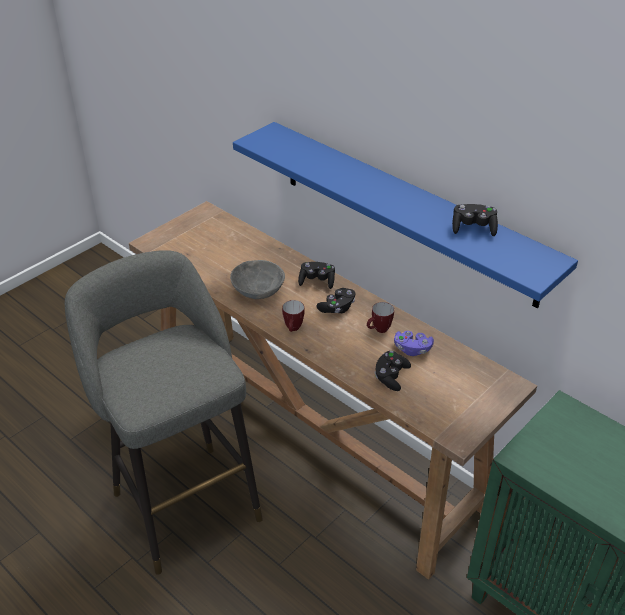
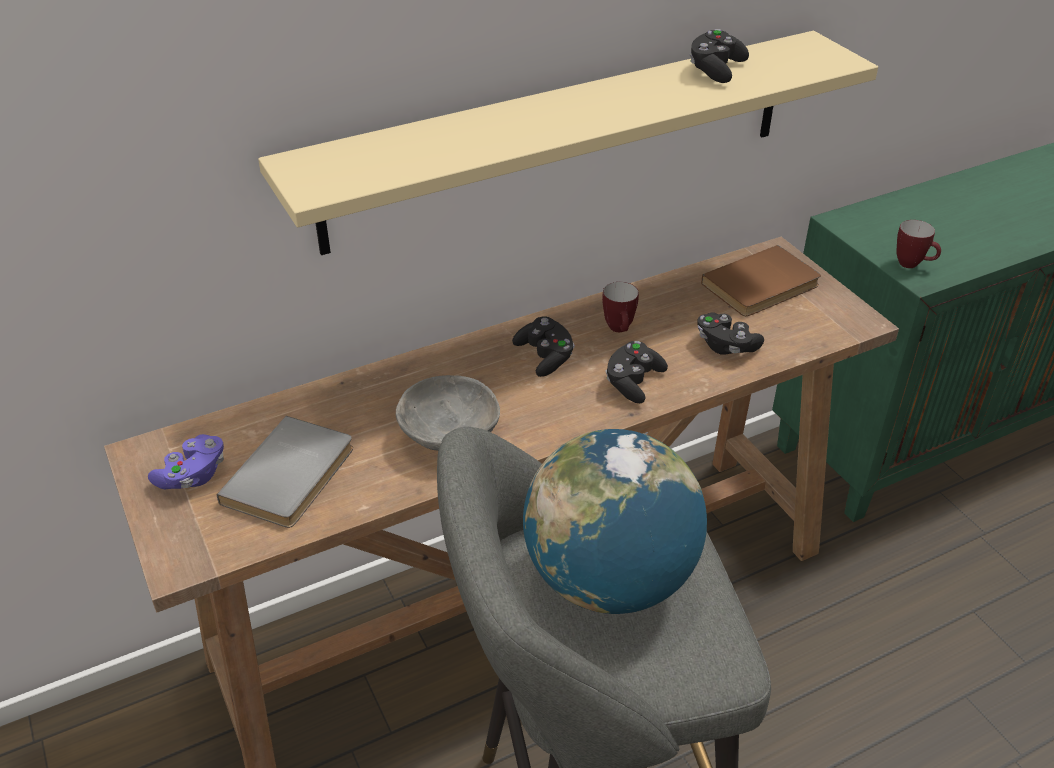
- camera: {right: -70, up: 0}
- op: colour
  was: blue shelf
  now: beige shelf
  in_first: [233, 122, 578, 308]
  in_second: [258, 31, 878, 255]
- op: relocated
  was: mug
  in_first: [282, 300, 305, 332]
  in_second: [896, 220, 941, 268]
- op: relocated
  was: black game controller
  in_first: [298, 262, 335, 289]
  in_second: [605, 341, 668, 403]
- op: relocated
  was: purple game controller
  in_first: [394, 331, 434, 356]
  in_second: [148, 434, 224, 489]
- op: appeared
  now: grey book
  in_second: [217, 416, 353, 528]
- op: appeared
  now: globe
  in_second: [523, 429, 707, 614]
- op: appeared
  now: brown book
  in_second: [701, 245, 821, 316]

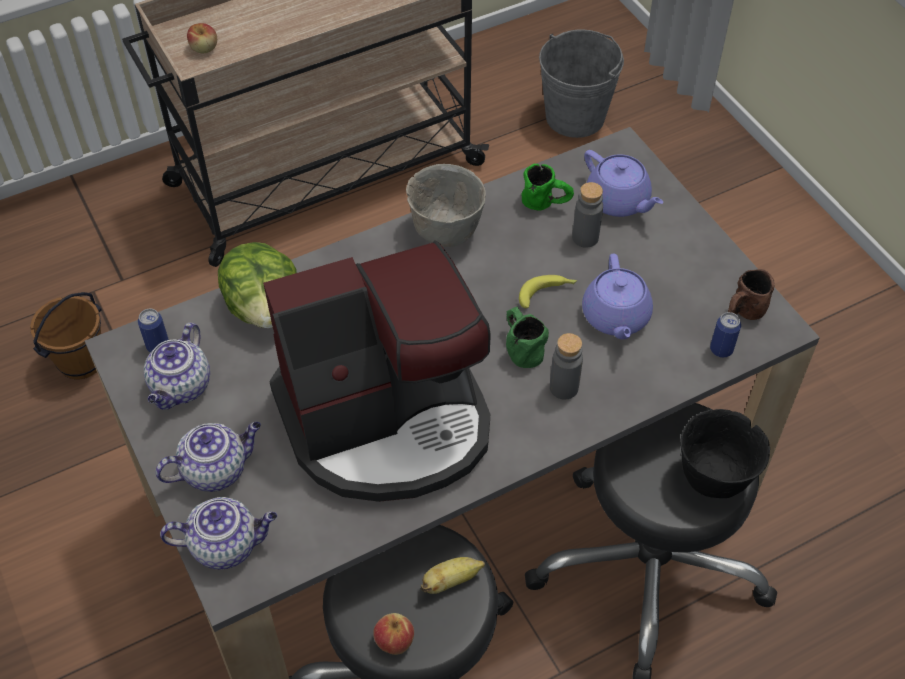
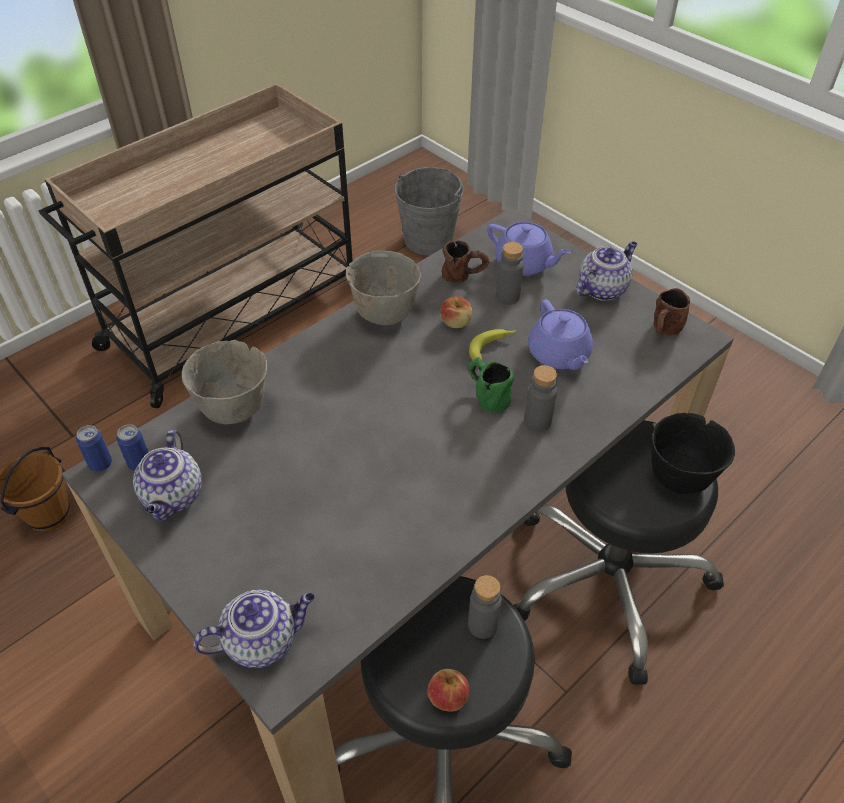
- camera: {right: -15, up: -5}
- op: relocated
  was: teapot
  in_first: [155, 422, 261, 492]
  in_second: [576, 241, 637, 301]
- op: relocated
  was: apple
  in_first: [187, 23, 217, 53]
  in_second: [441, 296, 472, 328]
- op: exchanged
  was: lettuce
  now: grey bowl
  in_first: [218, 242, 297, 328]
  in_second: [182, 340, 267, 424]
- op: missing
  was: coffee machine
  in_first: [263, 241, 491, 502]
- op: exchanged
  was: banana
  now: grey bottle
  in_first: [421, 557, 485, 594]
  in_second: [468, 575, 501, 639]
- op: colour
  was: green mug
  now: brown mug
  in_first: [521, 164, 574, 211]
  in_second: [442, 240, 489, 283]
- op: relocated
  was: can
  in_first: [710, 312, 741, 358]
  in_second: [76, 425, 112, 472]

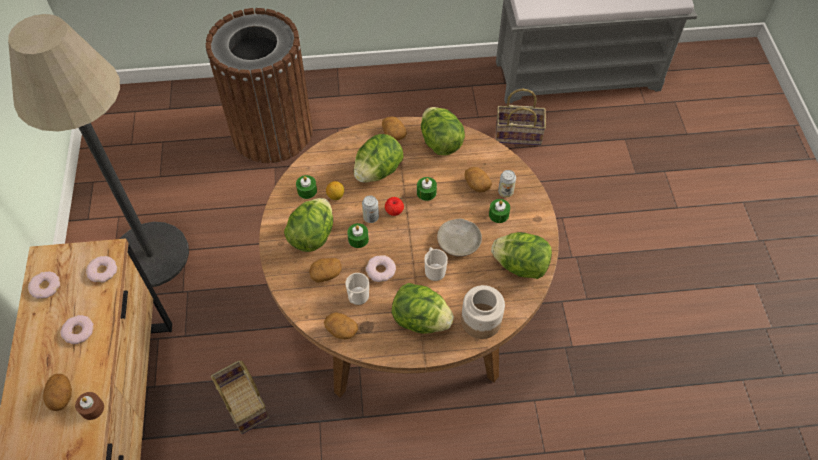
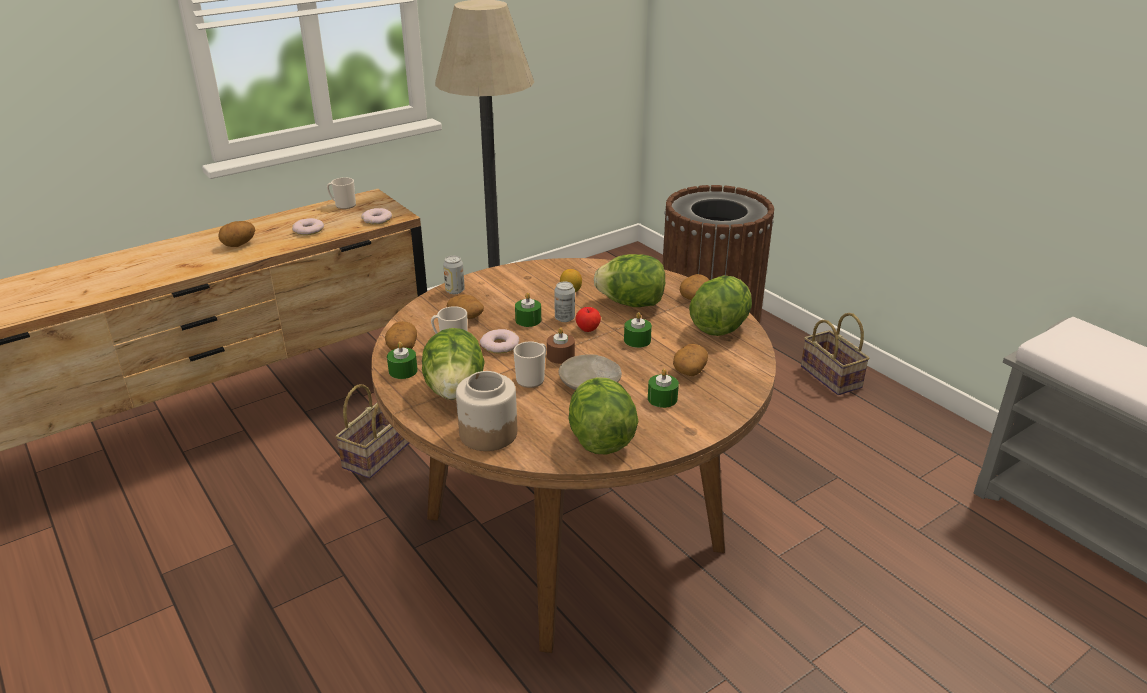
- camera: {right: 60, up: -25}
- op: exchanged
  was: donut
  now: mug
  in_first: [28, 272, 60, 299]
  in_second: [327, 177, 356, 209]
- op: relocated
  was: brown candle
  in_first: [75, 392, 104, 420]
  in_second: [547, 327, 575, 364]
- op: missing
  was: lettuce
  in_first: [284, 198, 333, 252]
- op: relocated
  was: green candle
  in_first: [296, 175, 317, 199]
  in_second: [387, 342, 418, 379]
- op: relocated
  was: basket
  in_first: [496, 88, 546, 145]
  in_second: [801, 313, 870, 395]
- op: relocated
  was: can
  in_first: [498, 170, 516, 197]
  in_second: [443, 256, 465, 294]

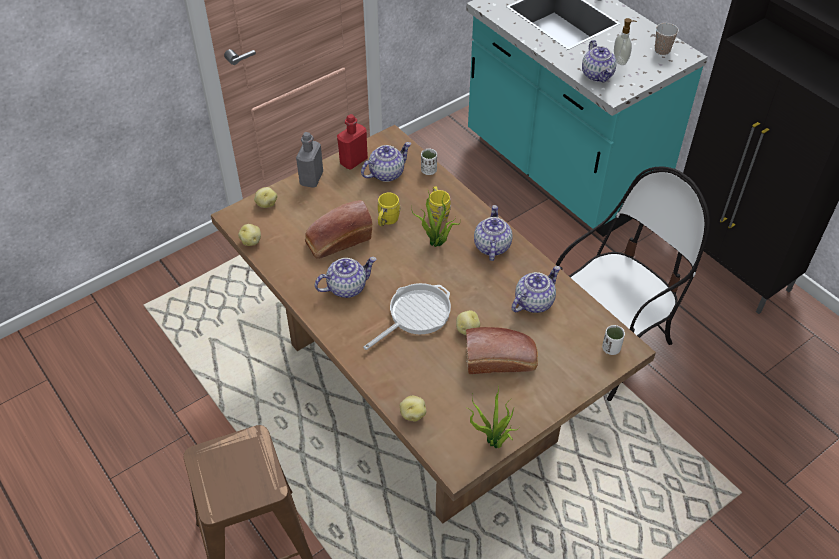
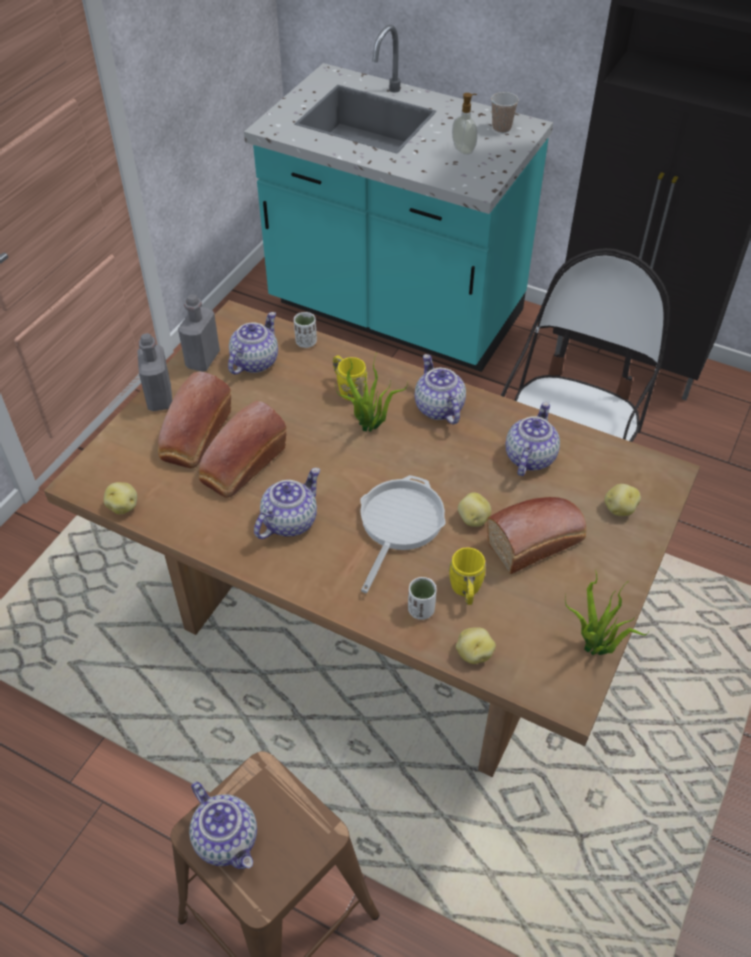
- camera: {right: -25, up: 0}
- op: relocated
  was: potato
  in_first: [254, 187, 277, 208]
  in_second: [604, 484, 641, 516]
- op: colour
  was: red bottle
  now: grey bottle
  in_first: [337, 114, 368, 170]
  in_second: [178, 294, 220, 371]
- op: relocated
  was: yellow mug
  in_first: [378, 193, 401, 226]
  in_second: [449, 547, 486, 605]
- op: relocated
  was: teapot
  in_first: [582, 40, 617, 83]
  in_second: [189, 781, 257, 869]
- op: relocated
  was: white cup
  in_first: [602, 325, 625, 355]
  in_second: [408, 577, 437, 620]
- op: appeared
  now: bread
  in_second: [158, 371, 231, 468]

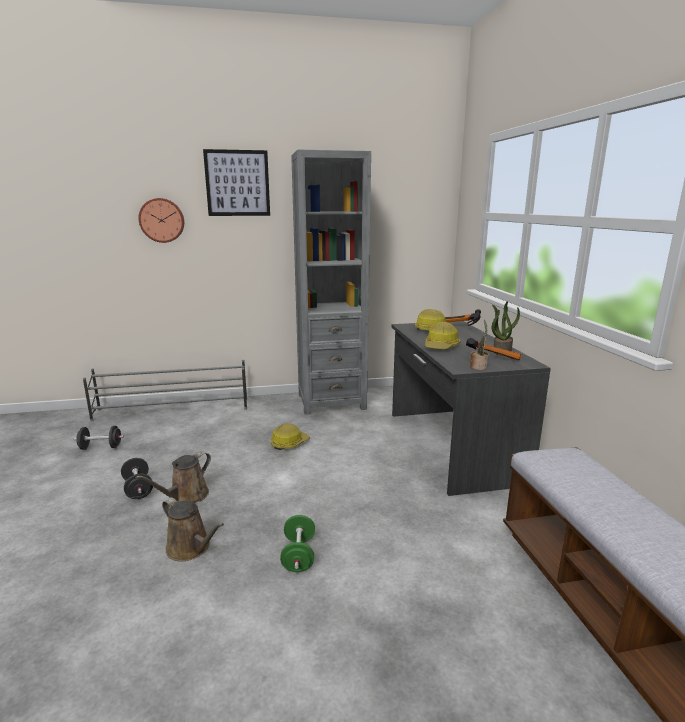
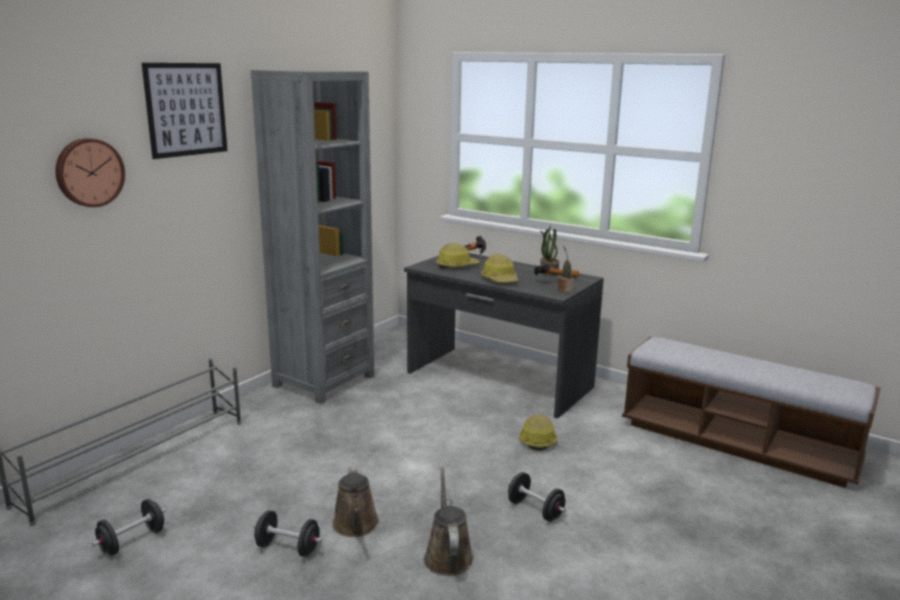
- camera: {right: -45, up: 0}
- op: spun
  was: brown watering can
  in_first: [162, 497, 224, 561]
  in_second: [424, 466, 473, 576]
  clockwise: -90
- op: relocated
  was: hard hat
  in_first: [270, 423, 310, 450]
  in_second: [519, 415, 557, 450]
- op: colour
  was: green dumbbell
  now: black dumbbell
  in_first: [280, 515, 315, 572]
  in_second: [508, 472, 566, 522]

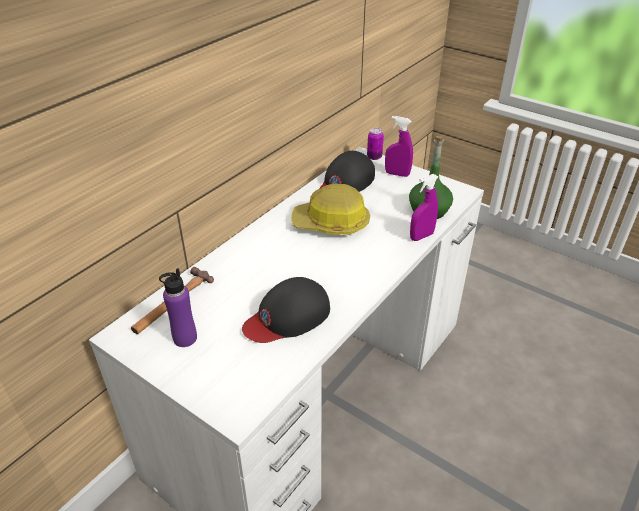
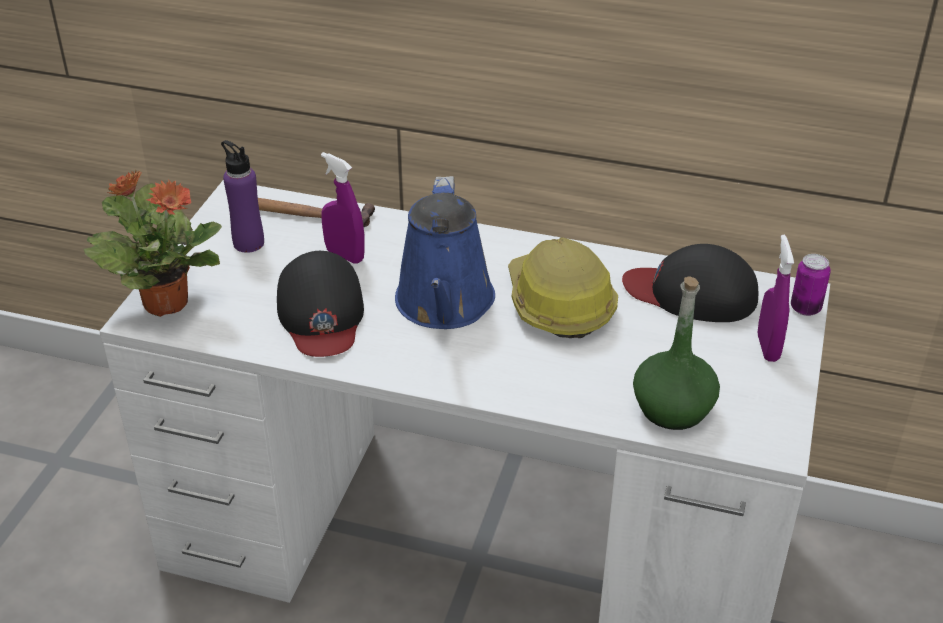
- camera: {right: 70, up: 0}
- op: spun
  was: black cap
  in_first: [242, 277, 330, 343]
  in_second: [277, 251, 364, 357]
  clockwise: -135
- op: relocated
  was: purple spray bottle
  in_first: [410, 174, 438, 241]
  in_second: [321, 152, 365, 264]
- op: appeared
  now: potted plant
  in_second: [84, 170, 222, 317]
- op: appeared
  now: blue watering can
  in_second: [395, 176, 495, 329]

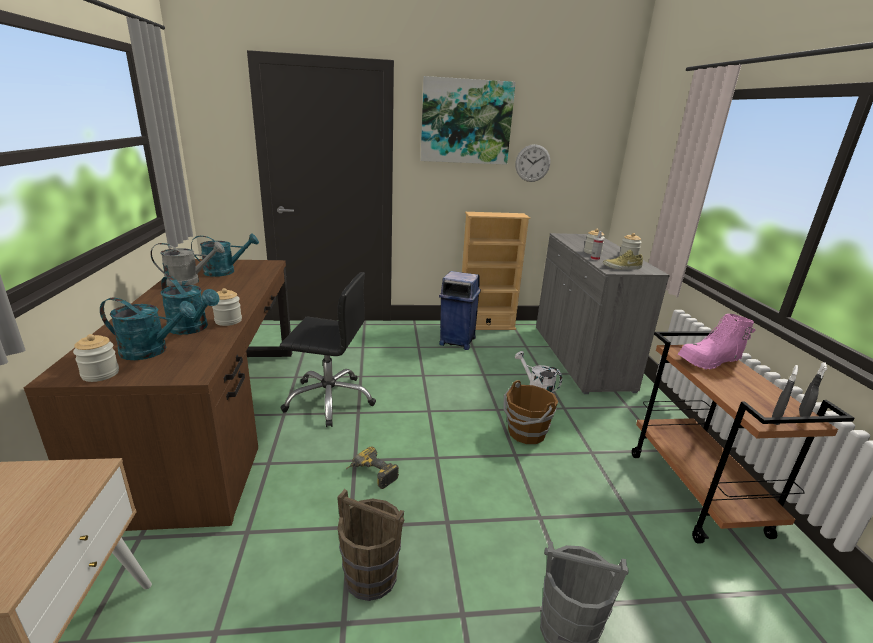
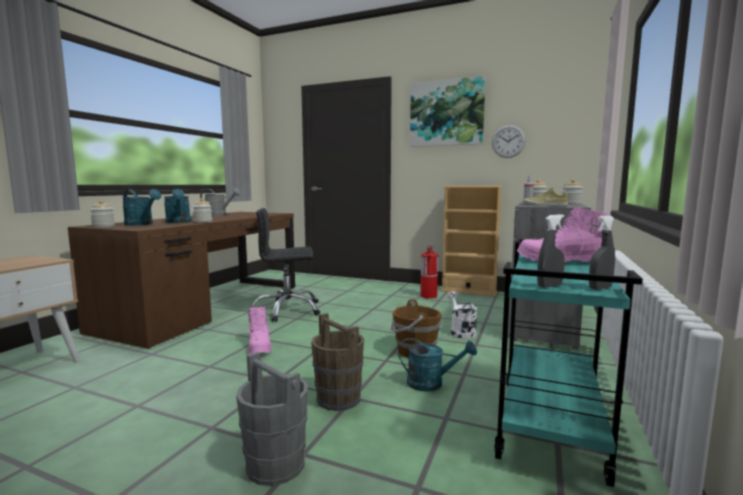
- camera: {right: 30, up: -15}
- op: relocated
  was: turquoise watering can
  in_first: [191, 234, 259, 277]
  in_second: [398, 338, 477, 392]
- op: spun
  was: black office chair
  in_first: [280, 272, 376, 427]
  in_second: [250, 208, 320, 322]
  clockwise: 135
- op: relocated
  was: brown bucket
  in_first: [337, 489, 404, 601]
  in_second: [311, 313, 364, 411]
- op: exchanged
  was: power drill
  now: pink boot
  in_first: [346, 447, 399, 489]
  in_second: [248, 306, 272, 355]
- op: exchanged
  was: blue trash can
  now: fire extinguisher
  in_first: [439, 271, 481, 350]
  in_second: [420, 246, 438, 299]
- op: colour
  was: brown cart
  now: turquoise cart
  in_first: [632, 332, 854, 544]
  in_second: [494, 239, 643, 487]

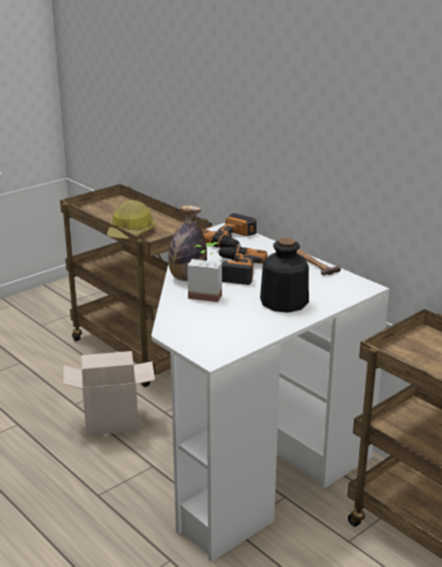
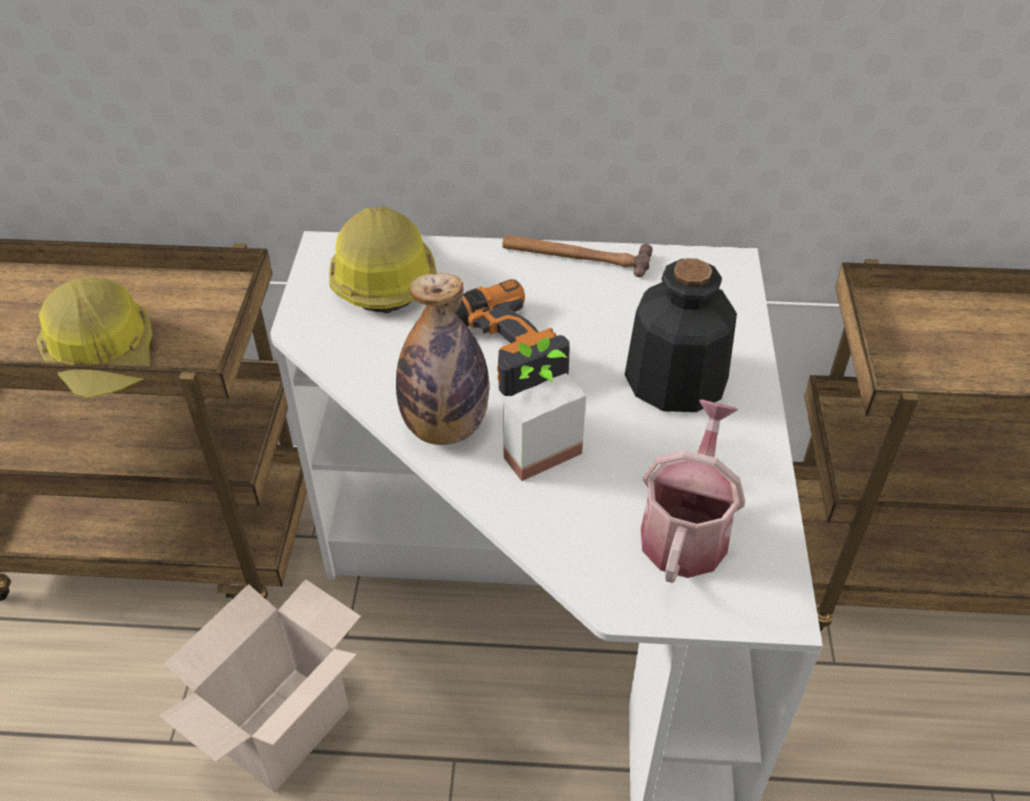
- camera: {right: -45, up: 20}
- op: exchanged
  was: power drill
  now: hard hat
  in_first: [202, 213, 256, 248]
  in_second: [329, 206, 437, 313]
- op: appeared
  now: watering can
  in_second: [641, 399, 745, 583]

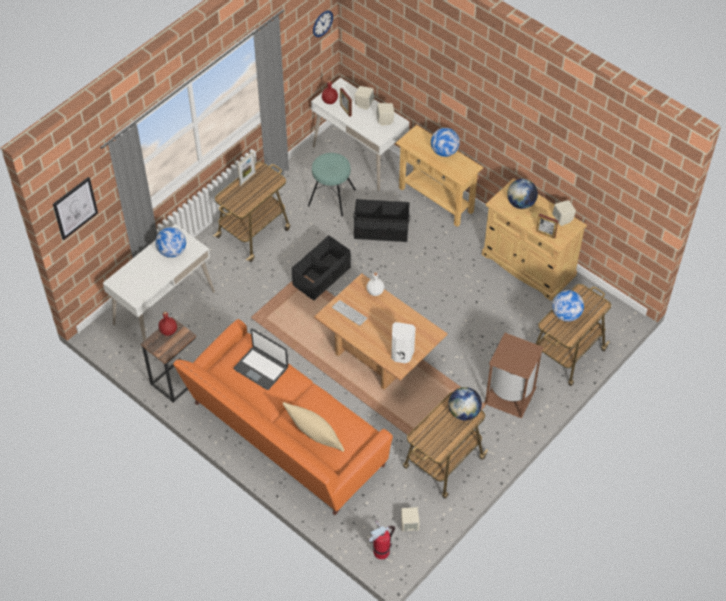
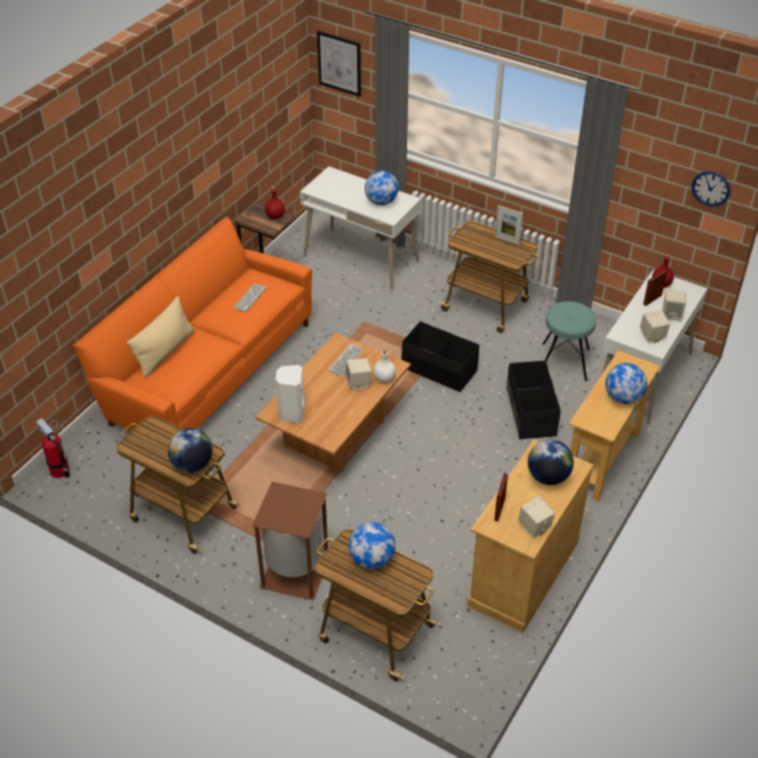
- camera: {right: 80, up: -10}
- op: exchanged
  was: laptop
  now: keyboard
  in_first: [233, 329, 288, 390]
  in_second: [233, 284, 267, 312]
- op: relocated
  was: beige speaker
  in_first: [401, 507, 420, 531]
  in_second: [346, 358, 372, 391]

